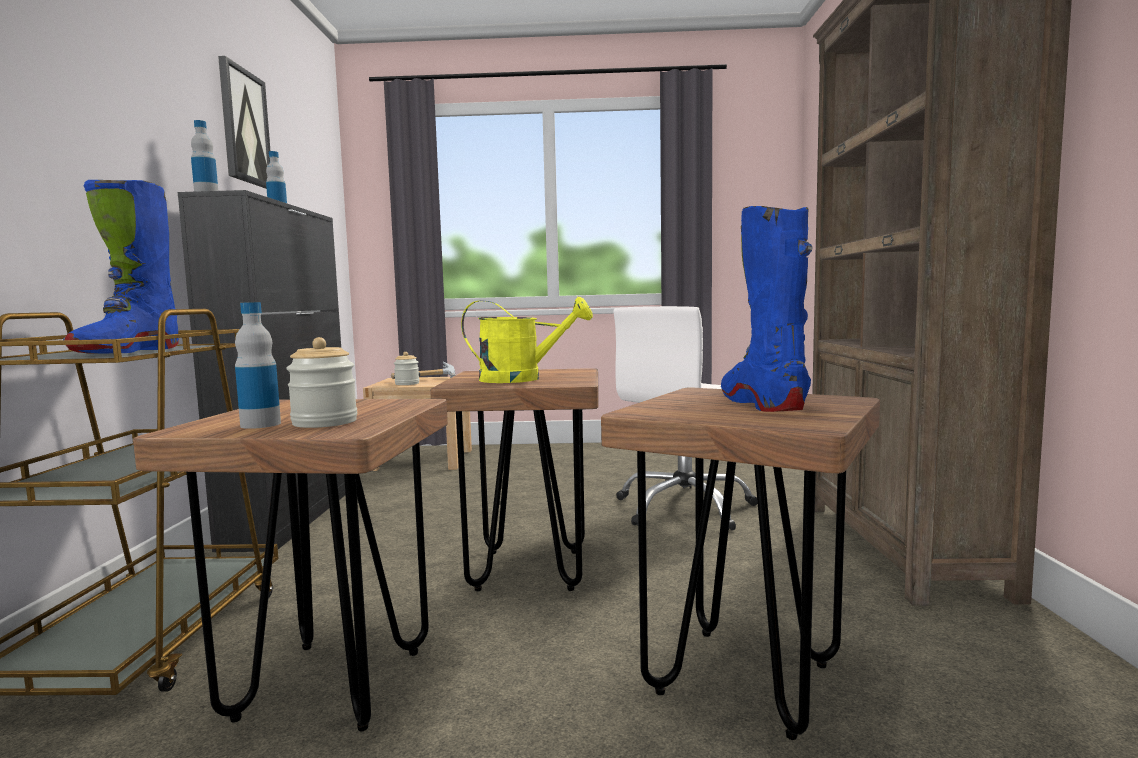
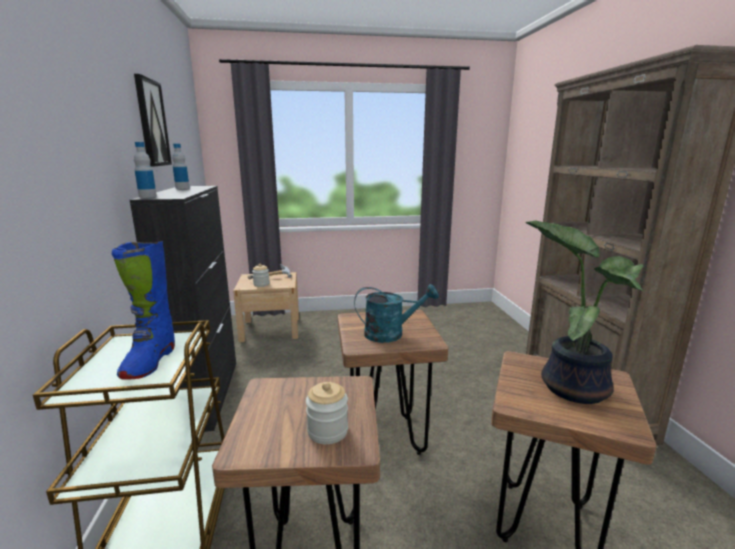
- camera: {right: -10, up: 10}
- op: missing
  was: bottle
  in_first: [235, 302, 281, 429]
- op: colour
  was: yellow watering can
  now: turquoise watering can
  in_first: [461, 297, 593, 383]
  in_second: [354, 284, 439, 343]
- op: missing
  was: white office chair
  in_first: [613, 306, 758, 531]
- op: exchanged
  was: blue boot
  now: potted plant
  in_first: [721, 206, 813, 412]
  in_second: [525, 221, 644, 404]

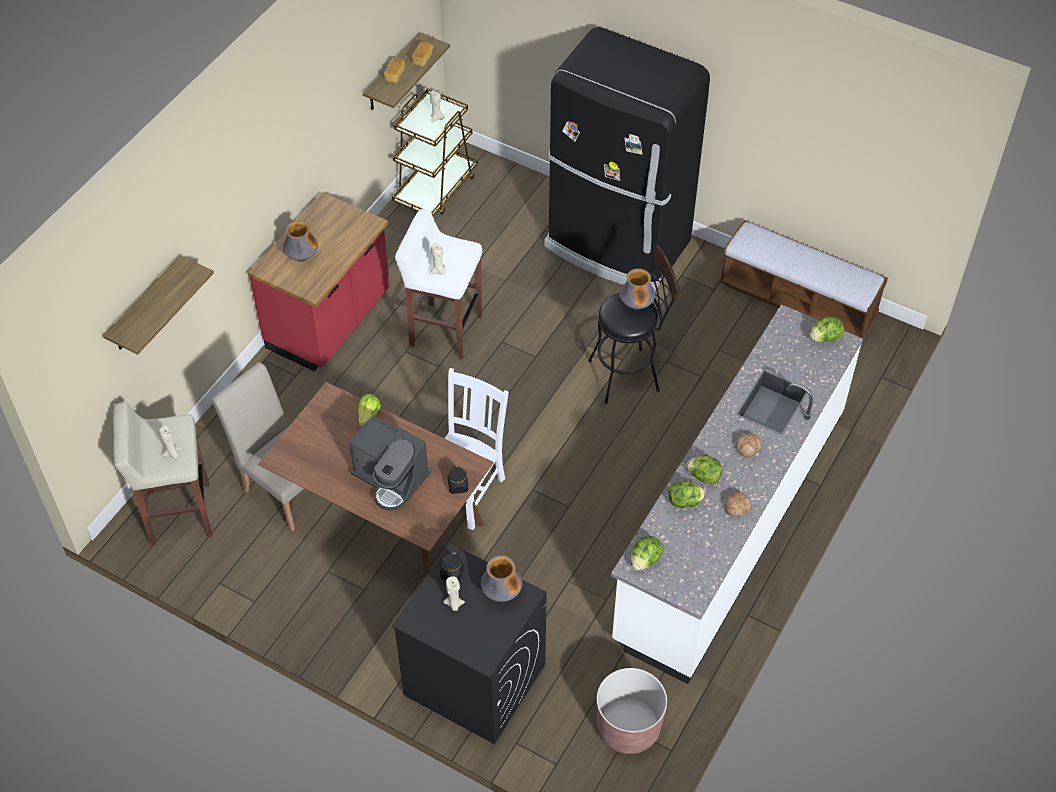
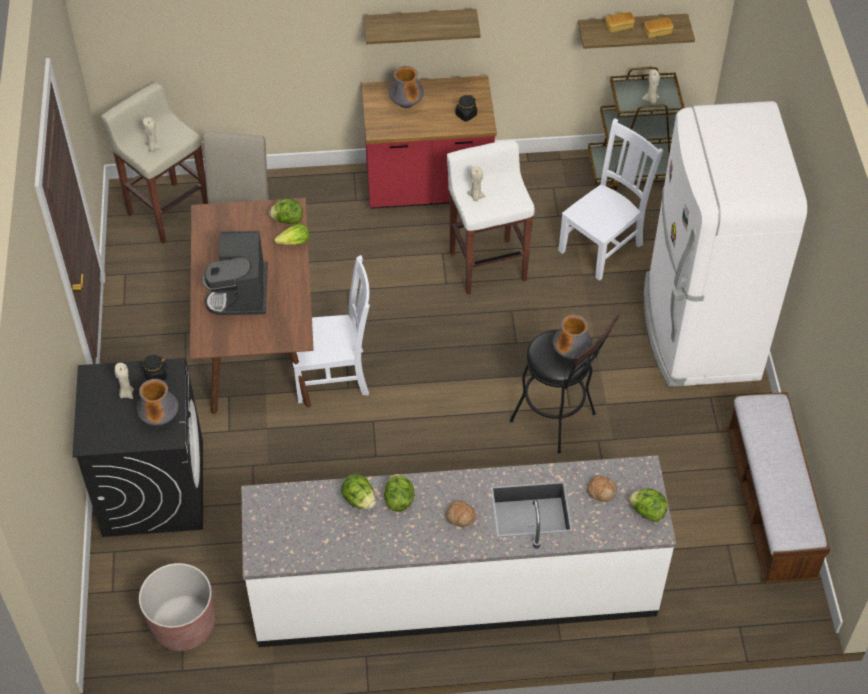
- camera: {right: 55, up: 0}
- op: relocated
  was: shelf
  in_first: [103, 255, 214, 355]
  in_second: [364, 9, 481, 44]
- op: relocated
  was: black jar
  in_first: [448, 466, 469, 494]
  in_second: [455, 95, 477, 121]
- op: colour
  was: black fridge
  now: white fridge
  in_first: [545, 27, 710, 291]
  in_second: [644, 101, 807, 387]
- op: relocated
  was: lettuce
  in_first: [630, 536, 664, 571]
  in_second: [269, 199, 303, 224]
- op: relocated
  was: bread
  in_first: [724, 492, 752, 517]
  in_second: [587, 475, 617, 502]
- op: appeared
  now: white chair
  in_second: [558, 118, 663, 281]

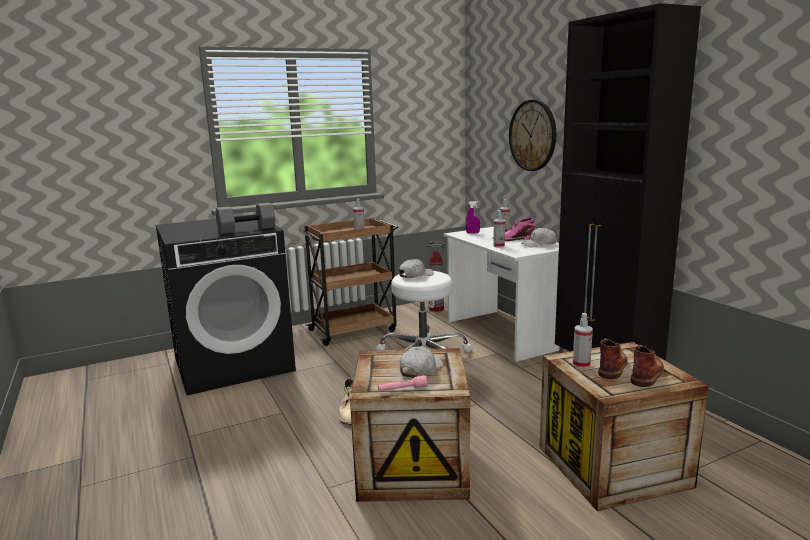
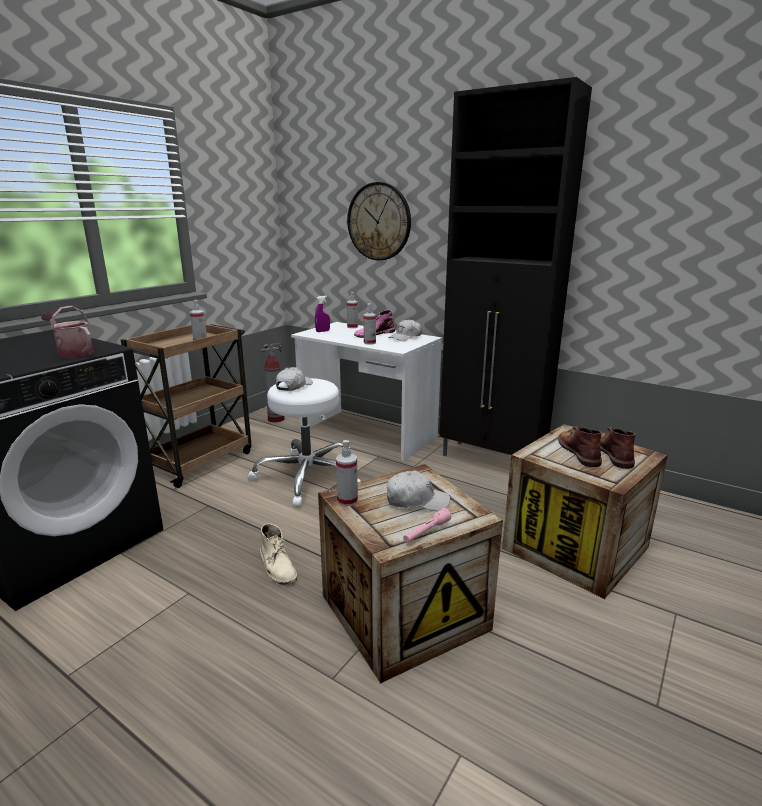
- camera: {right: -30, up: 5}
- op: exchanged
  was: grey dumbbell
  now: watering can
  in_first: [216, 203, 275, 234]
  in_second: [41, 306, 94, 358]
- op: spun
  was: white cap
  in_first: [400, 346, 443, 378]
  in_second: [386, 471, 450, 511]
  clockwise: 90
- op: relocated
  was: spray bottle
  in_first: [573, 313, 593, 369]
  in_second: [336, 440, 358, 507]

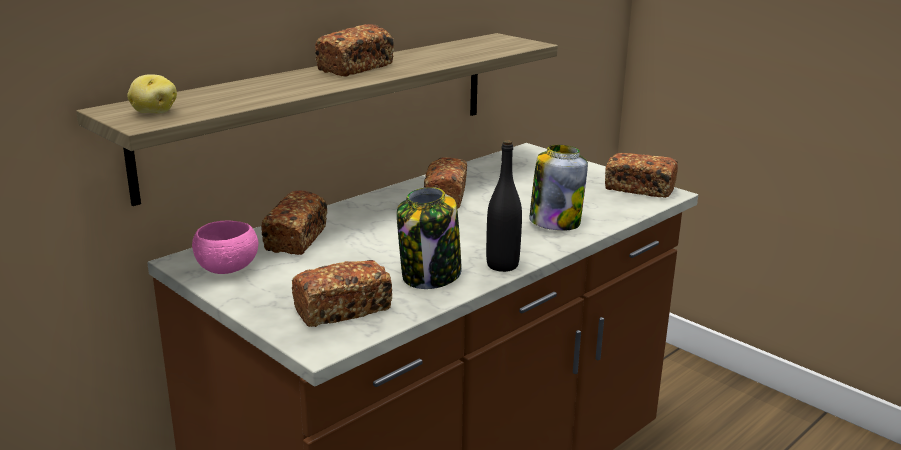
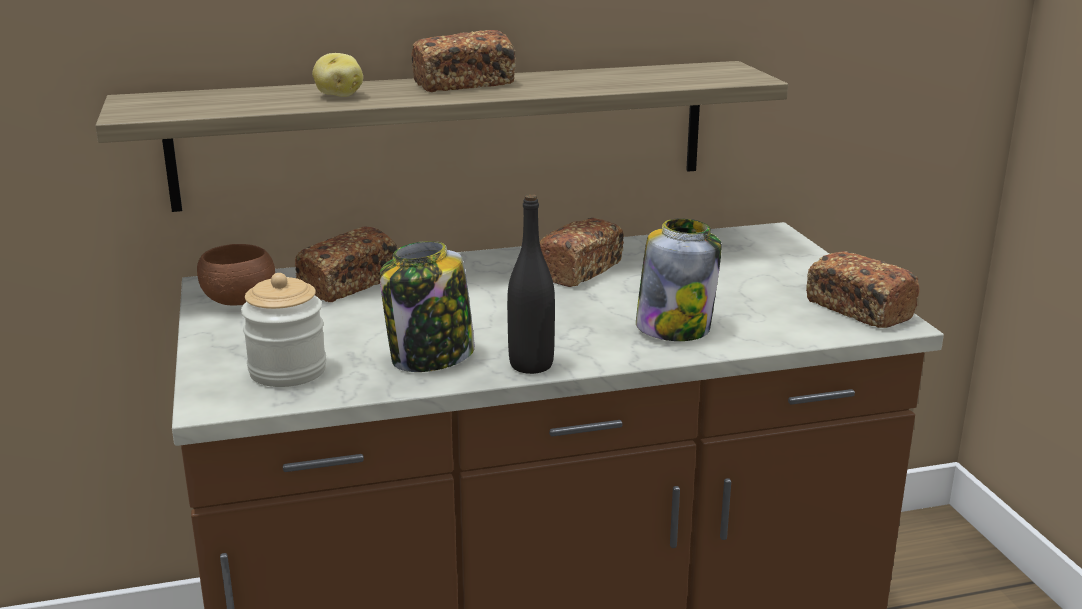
- camera: {right: 30, up: 0}
- op: relocated
  was: potato
  in_first: [127, 74, 177, 114]
  in_second: [312, 53, 363, 97]
- op: colour
  was: pink bowl
  now: brown bowl
  in_first: [192, 221, 258, 274]
  in_second: [197, 244, 275, 306]
- op: exchanged
  was: bread
  now: jar
  in_first: [292, 260, 392, 327]
  in_second: [241, 273, 326, 387]

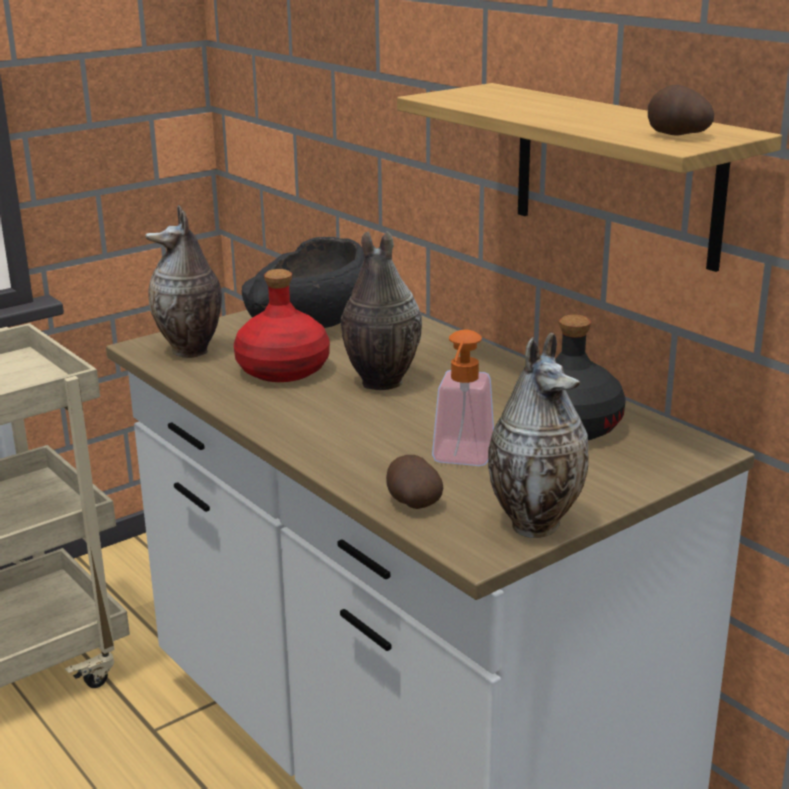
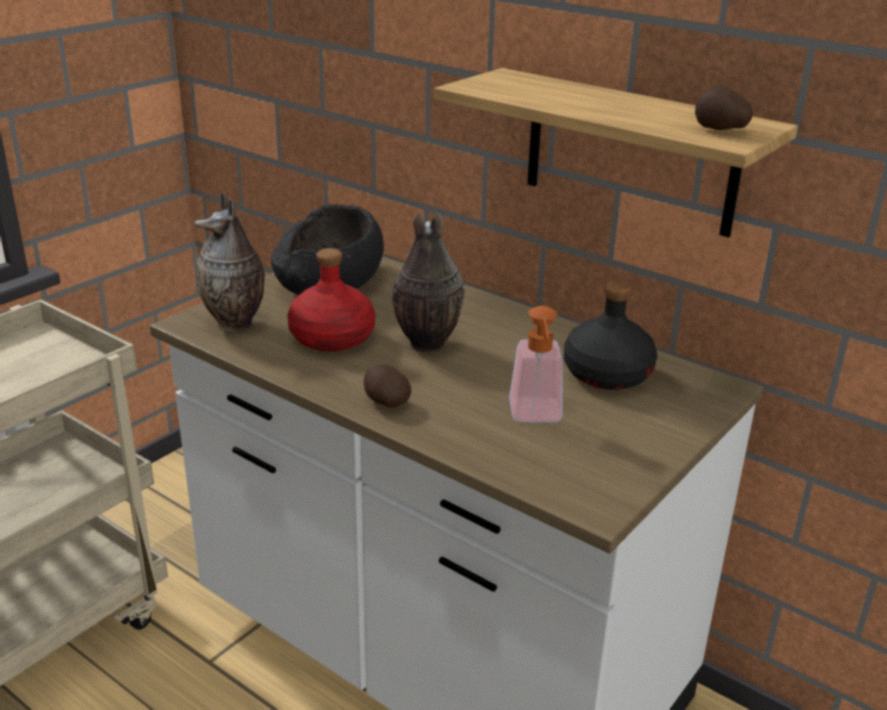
- camera: {right: -15, up: 5}
- op: relocated
  was: potato
  in_first: [386, 455, 443, 509]
  in_second: [364, 364, 411, 408]
- op: missing
  was: vase
  in_first: [488, 333, 588, 538]

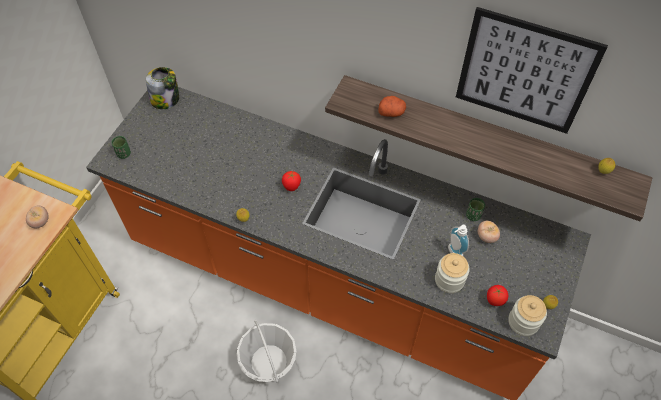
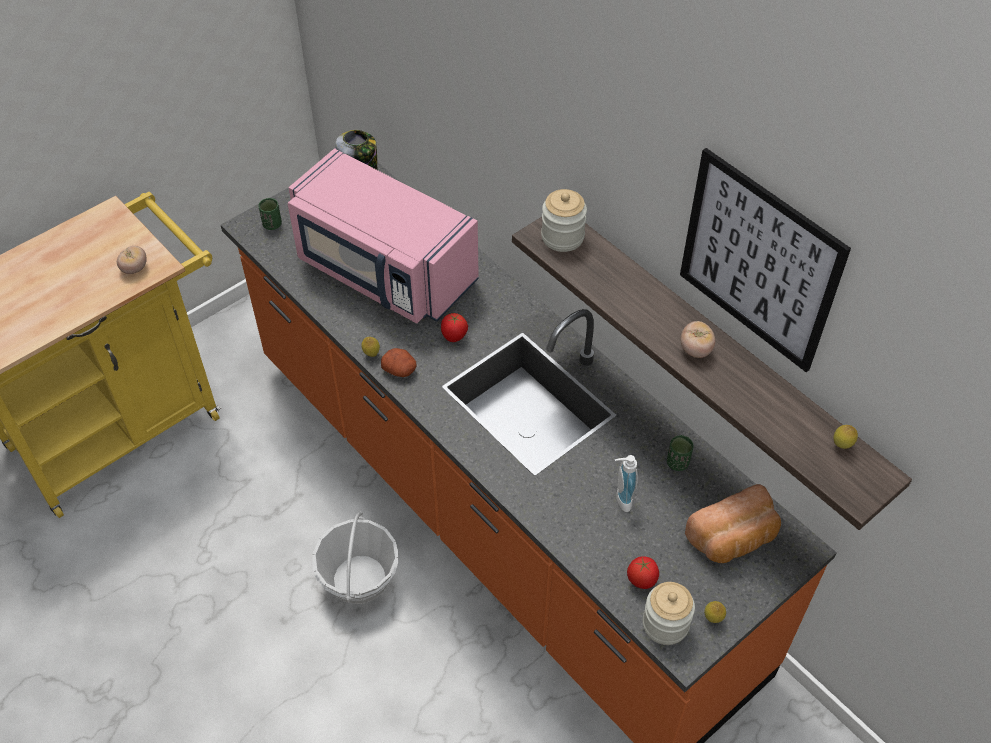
- camera: {right: 25, up: -5}
- op: relocated
  was: potato
  in_first: [378, 96, 406, 117]
  in_second: [381, 348, 417, 377]
- op: relocated
  was: jar
  in_first: [435, 253, 470, 293]
  in_second: [541, 189, 587, 252]
- op: relocated
  was: tomato
  in_first: [478, 221, 500, 243]
  in_second: [680, 321, 715, 358]
- op: appeared
  now: pink microwave
  in_second: [288, 148, 479, 323]
- op: appeared
  now: bread
  in_second: [685, 484, 781, 563]

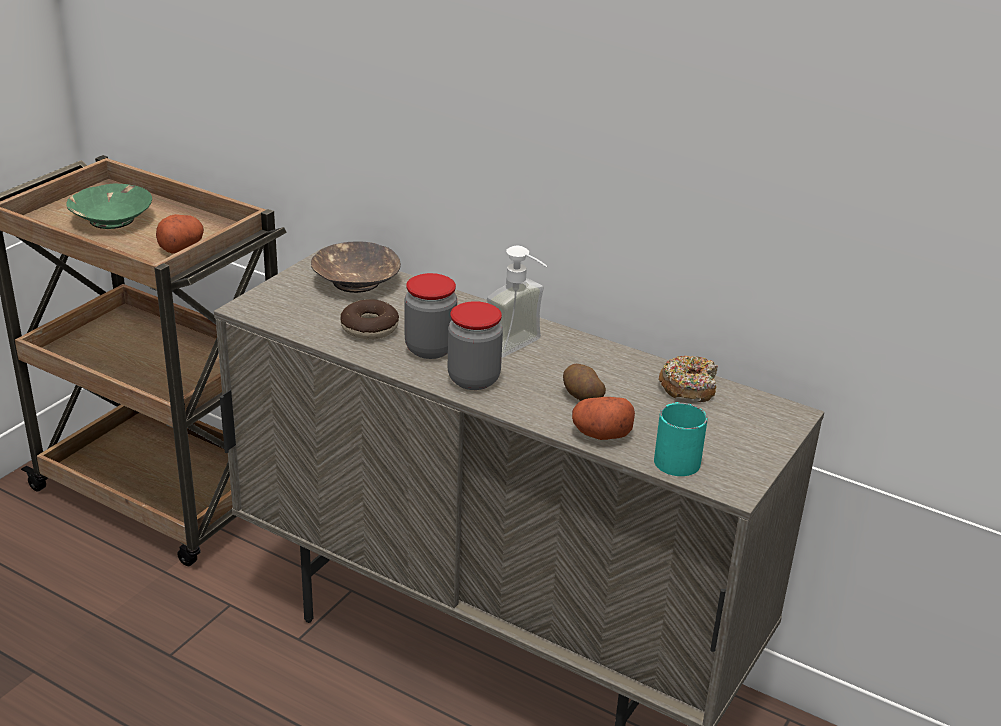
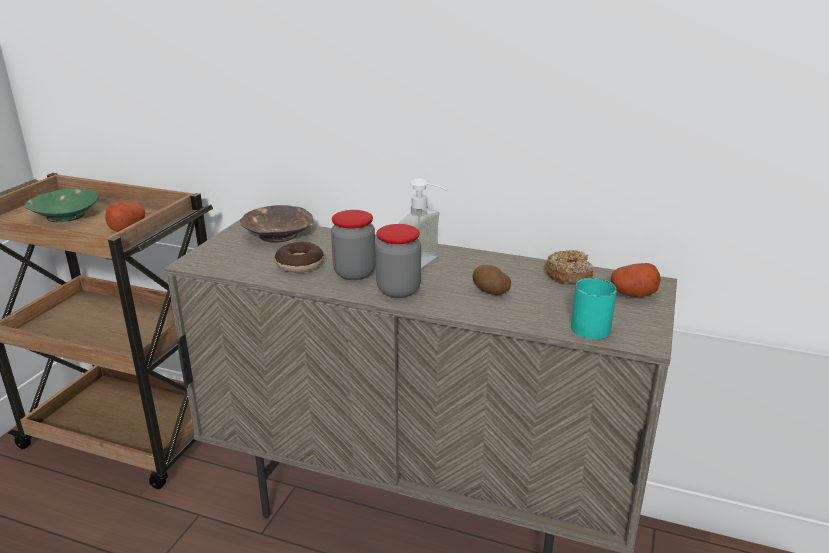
- camera: {right: -10, up: -5}
- op: relocated
  was: potato
  in_first: [572, 397, 635, 440]
  in_second: [611, 263, 661, 297]

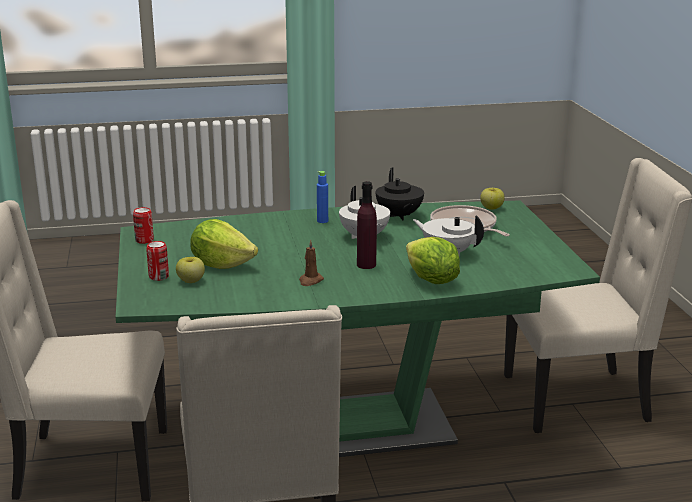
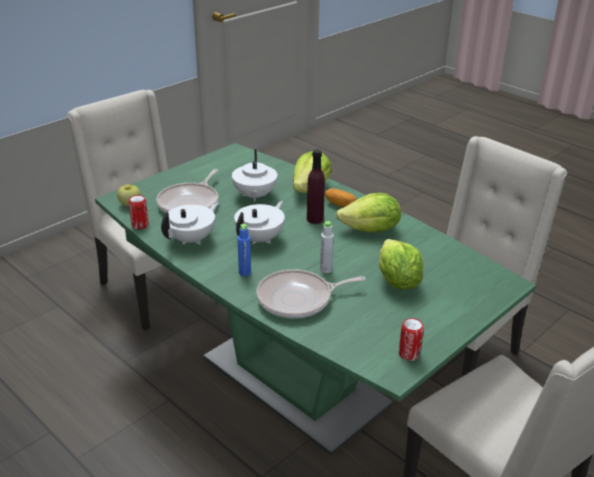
- camera: {right: -125, up: 10}
- op: relocated
  was: can
  in_first: [146, 241, 169, 281]
  in_second: [129, 195, 149, 229]
- op: missing
  was: apple
  in_first: [176, 257, 205, 283]
- op: exchanged
  was: brown candle
  now: lettuce
  in_first: [299, 239, 324, 286]
  in_second: [336, 193, 401, 232]
- op: colour
  was: black teapot
  now: white teapot
  in_first: [376, 167, 424, 220]
  in_second: [161, 202, 218, 245]
- op: appeared
  now: frying pan
  in_second: [256, 269, 365, 319]
- op: appeared
  now: grey bottle
  in_second: [320, 221, 334, 273]
- op: appeared
  now: potato
  in_second: [325, 188, 356, 207]

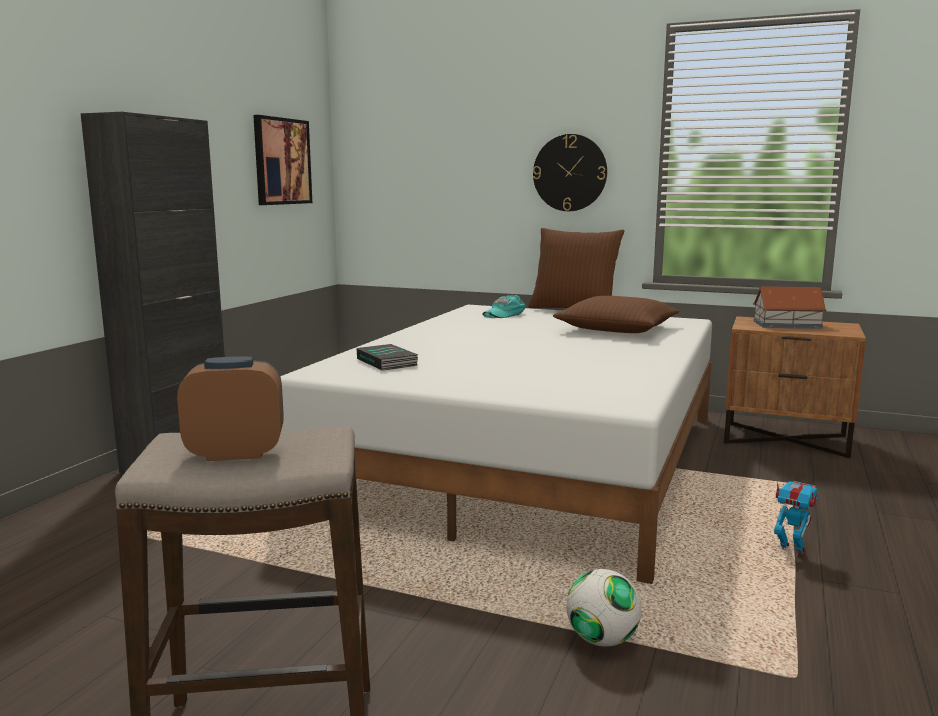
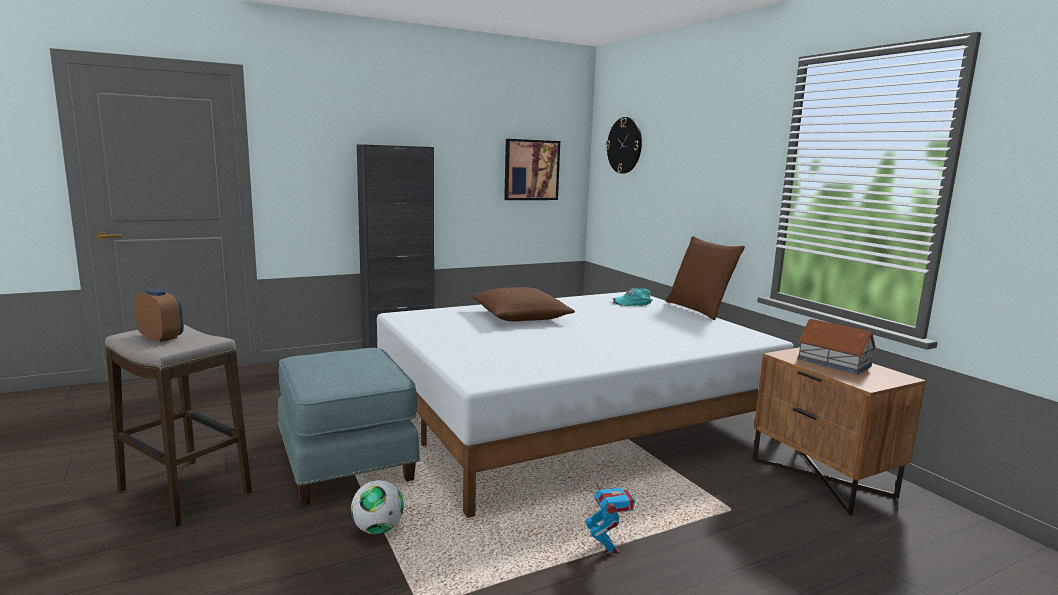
- camera: {right: 40, up: 0}
- op: missing
  was: book
  in_first: [356, 344, 418, 371]
- op: relocated
  was: wall clock
  in_first: [533, 134, 607, 211]
  in_second: [606, 117, 642, 174]
- op: relocated
  was: brown pillow
  in_first: [553, 295, 679, 333]
  in_second: [472, 287, 575, 321]
- op: appeared
  now: blue ottoman
  in_second: [278, 348, 420, 506]

